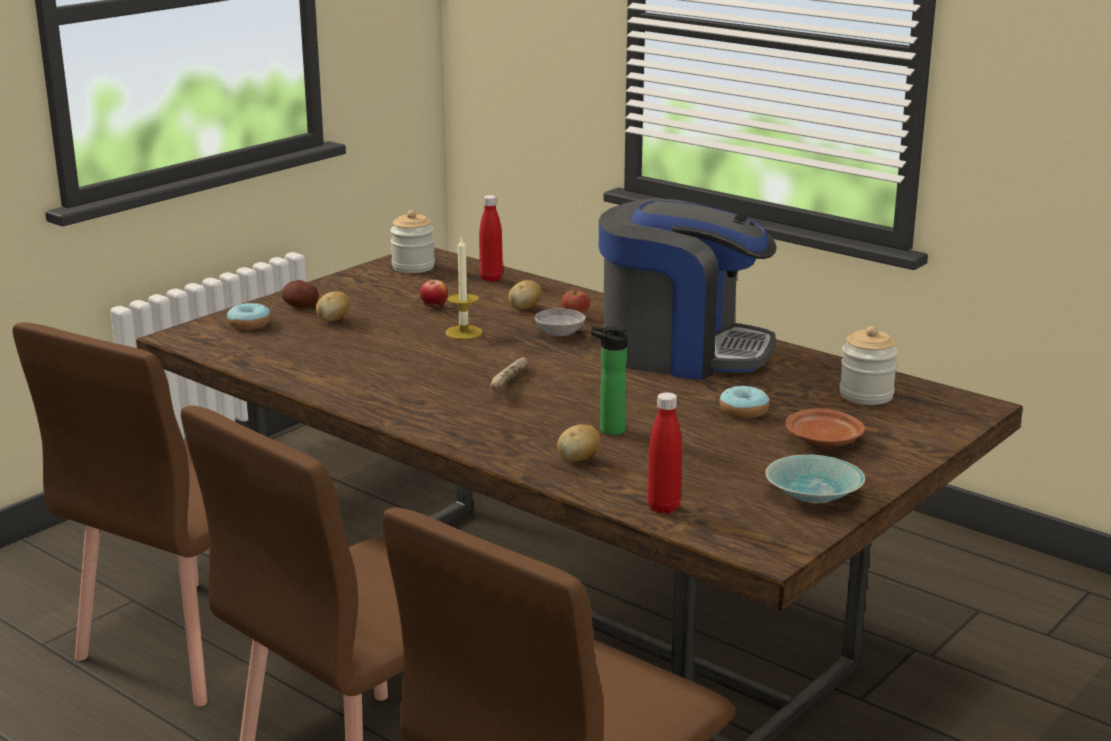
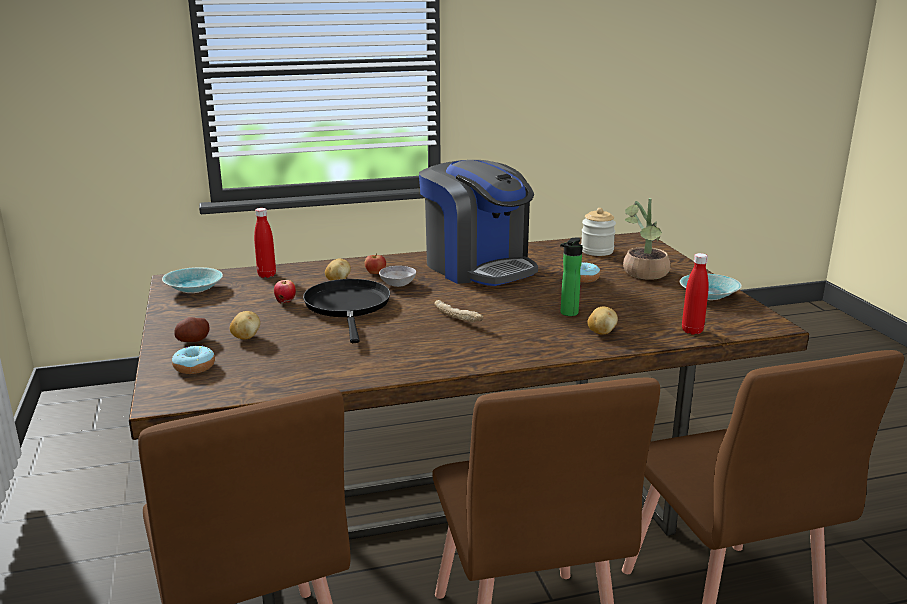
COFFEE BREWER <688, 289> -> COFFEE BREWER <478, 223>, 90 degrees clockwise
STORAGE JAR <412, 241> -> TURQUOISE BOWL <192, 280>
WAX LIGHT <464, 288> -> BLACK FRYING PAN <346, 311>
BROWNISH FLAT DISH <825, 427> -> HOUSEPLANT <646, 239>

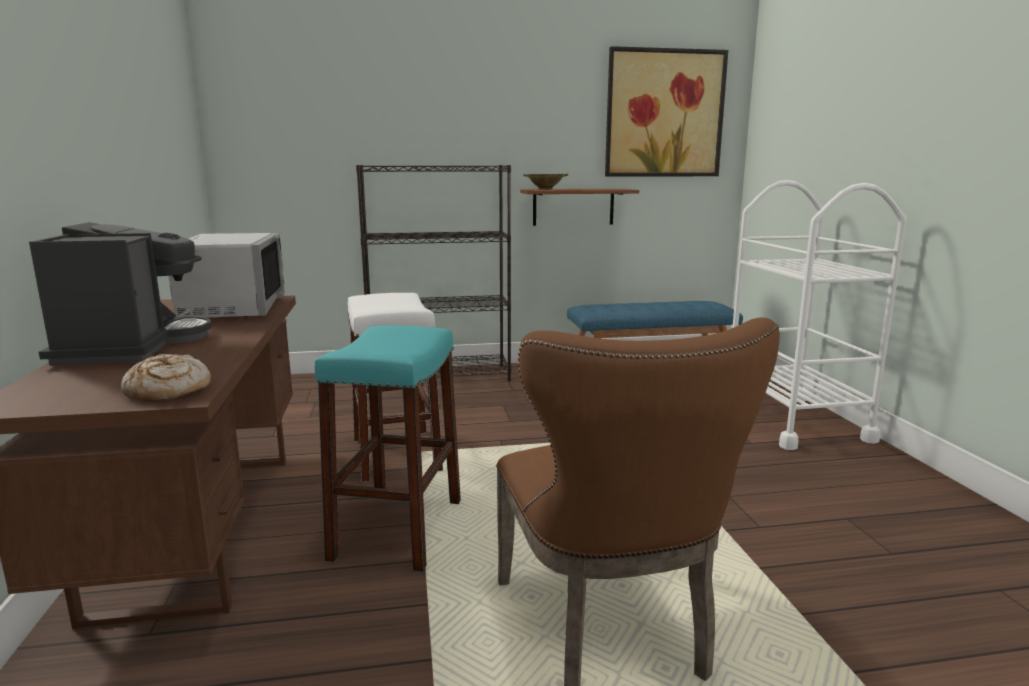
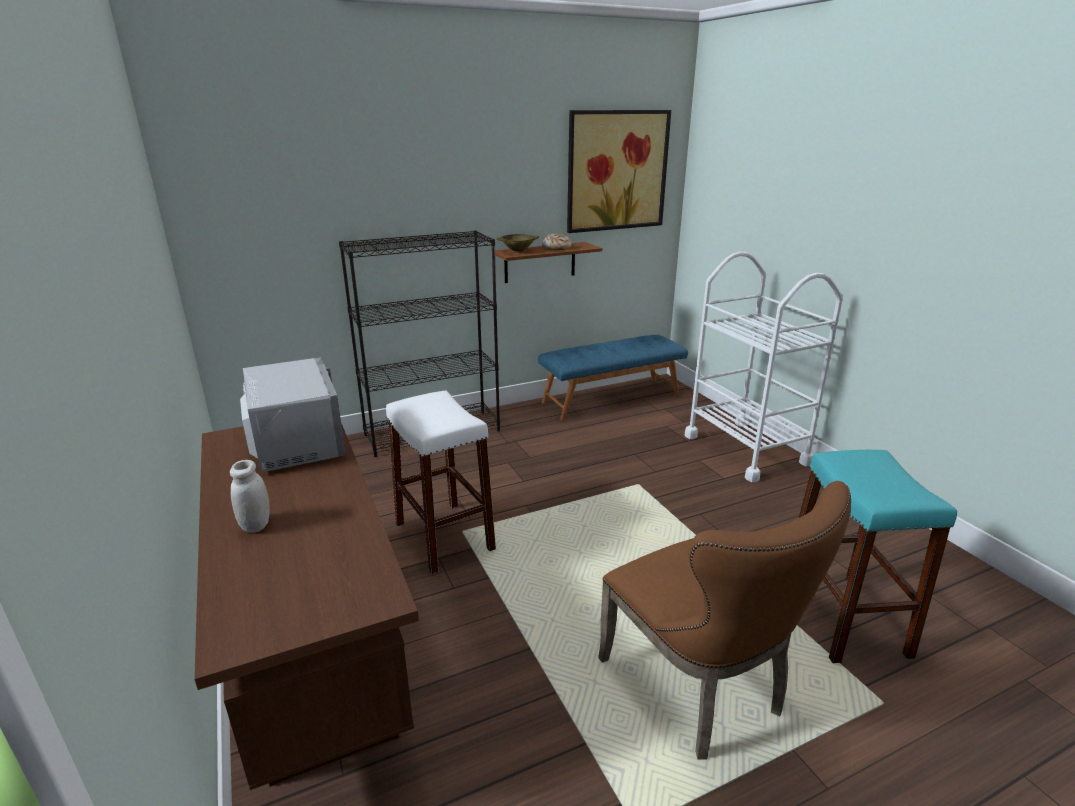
COFFEE BREWER <120, 294> -> WHITISH STORAGE JAR <250, 496>
TURQUOISE SITTING STOOL <388, 448> -> TURQUOISE SITTING STOOL <878, 557>, move
BAKED BREAD <166, 377> -> BAKED BREAD <557, 242>, move

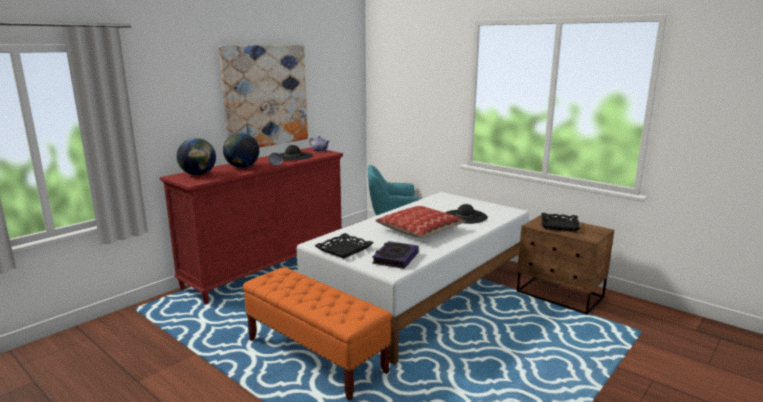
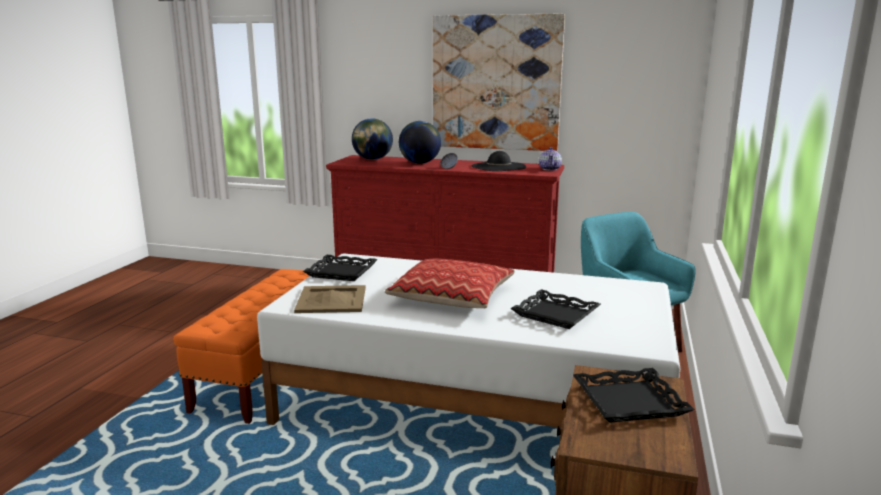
BLACK WEARABLE HAT <467, 214> -> BLACK CARRYING TRAY <555, 309>
BOUND BOOK <395, 255> -> BEIGE CARRYING TRAY <330, 299>

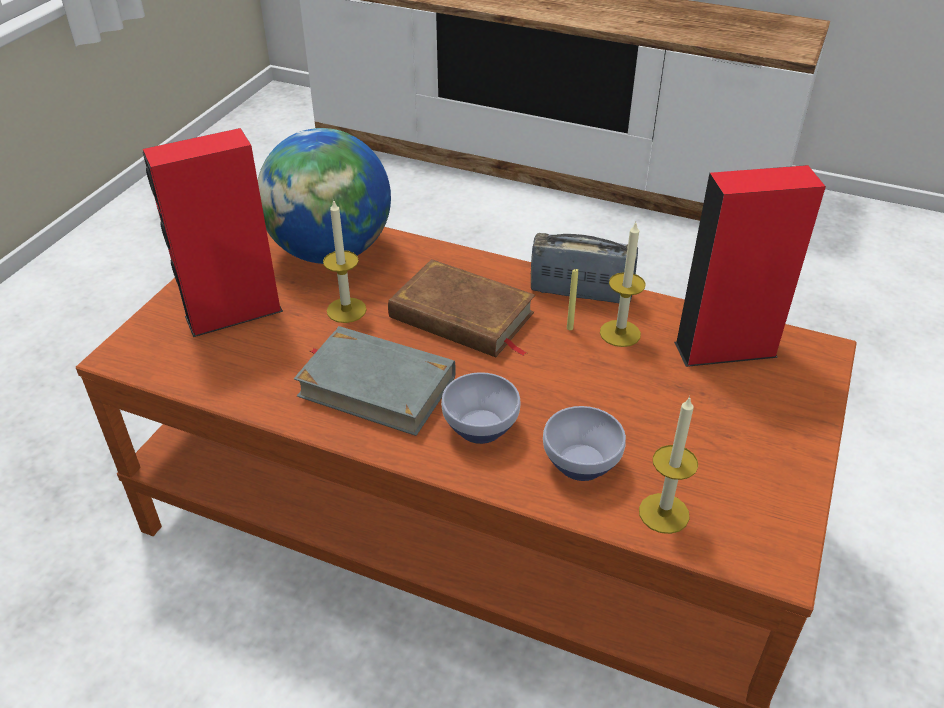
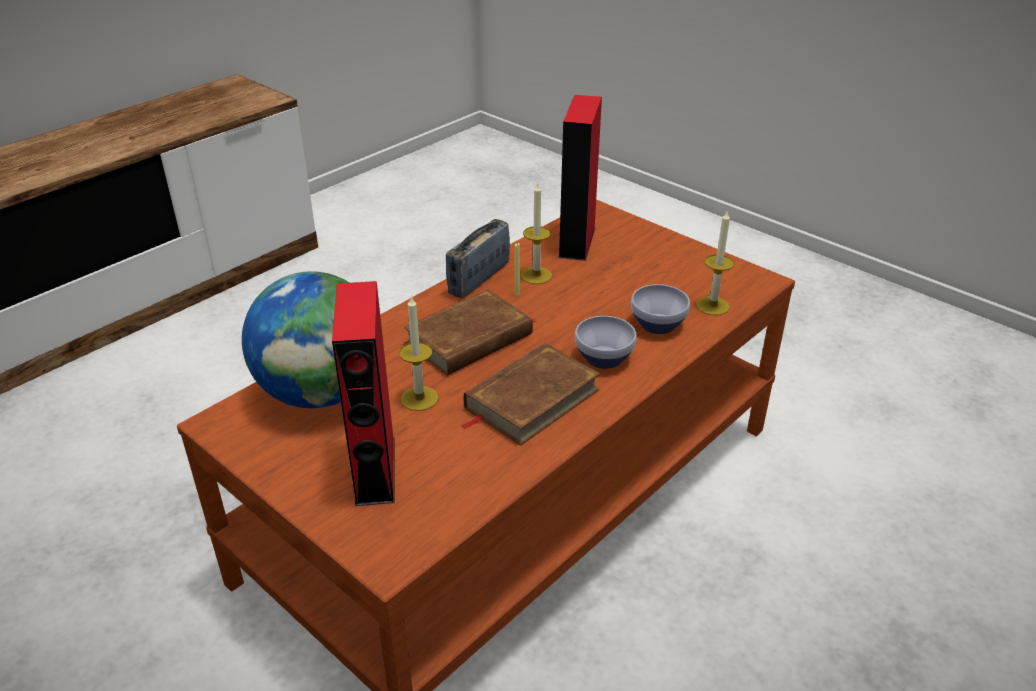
GREYISH BOUND BOOK <375, 381> -> BROWNISH BOUND BOOK <530, 394>

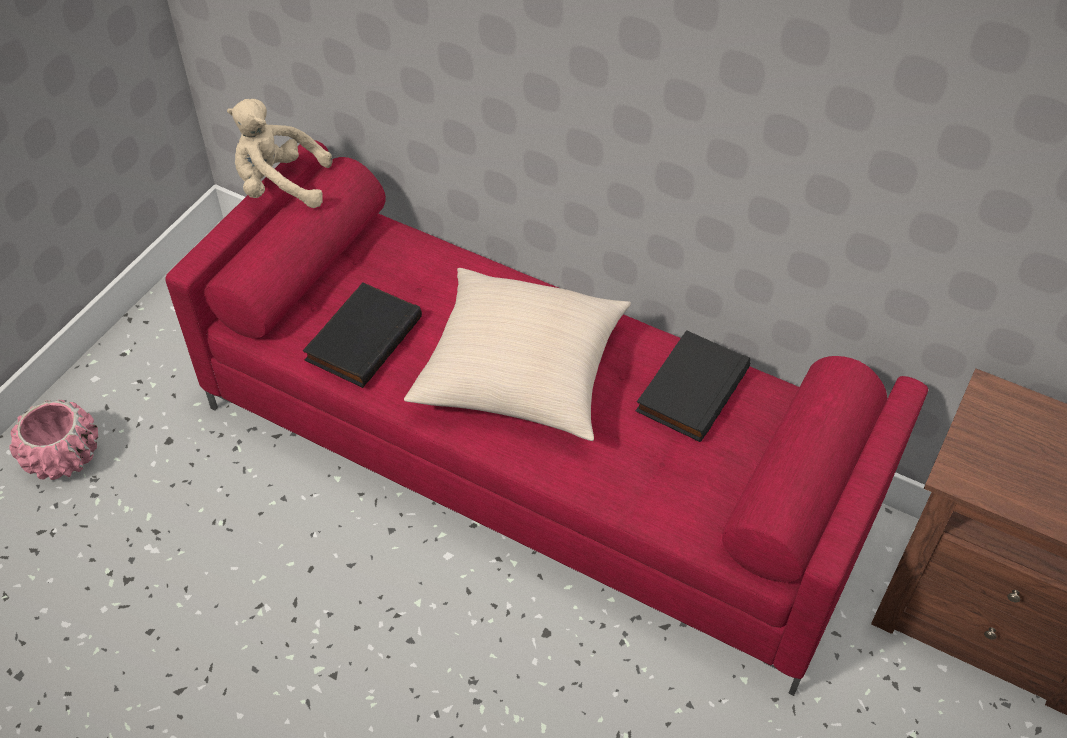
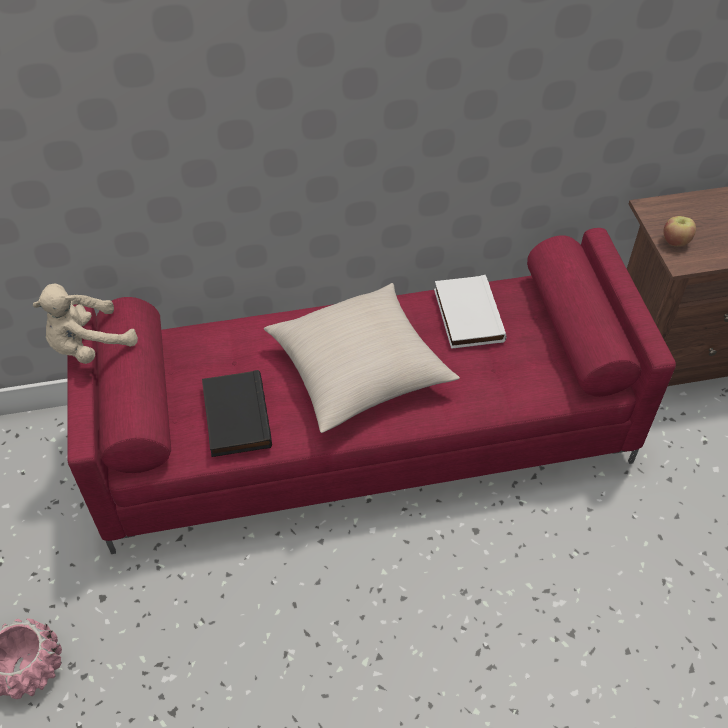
BLACK BOUND BOOK <693, 386> -> WHITISH BOUND BOOK <470, 312>
none -> APPLE FRUIT <679, 231>

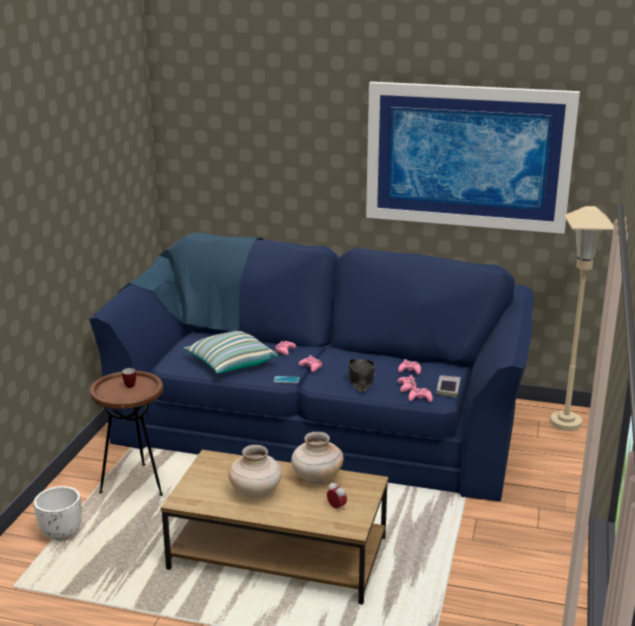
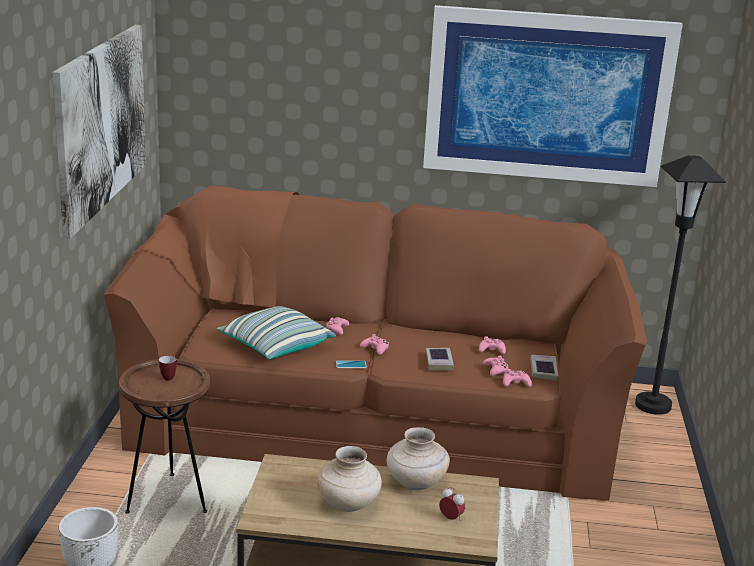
BEIGE FLOOR LAMP <582, 318> -> BLACK FLOOR LAMP <680, 285>
BLUE-COLOURED COUCH <311, 366> -> BROWNISH COUCH <375, 342>
BLACK WEARABLE HAT <362, 375> -> BOUND BOOK <440, 359>
none -> WALL PICTURE <99, 132>

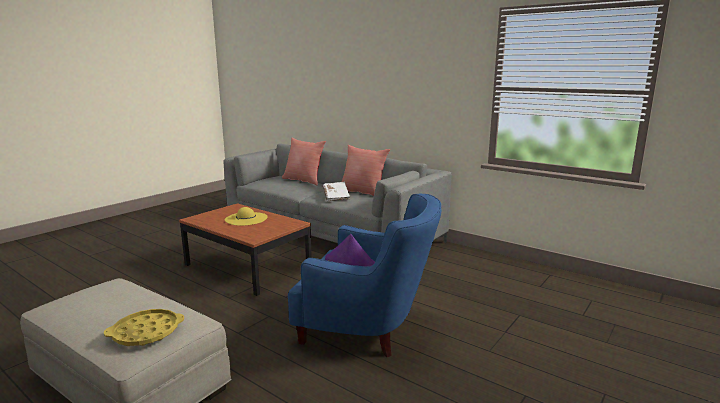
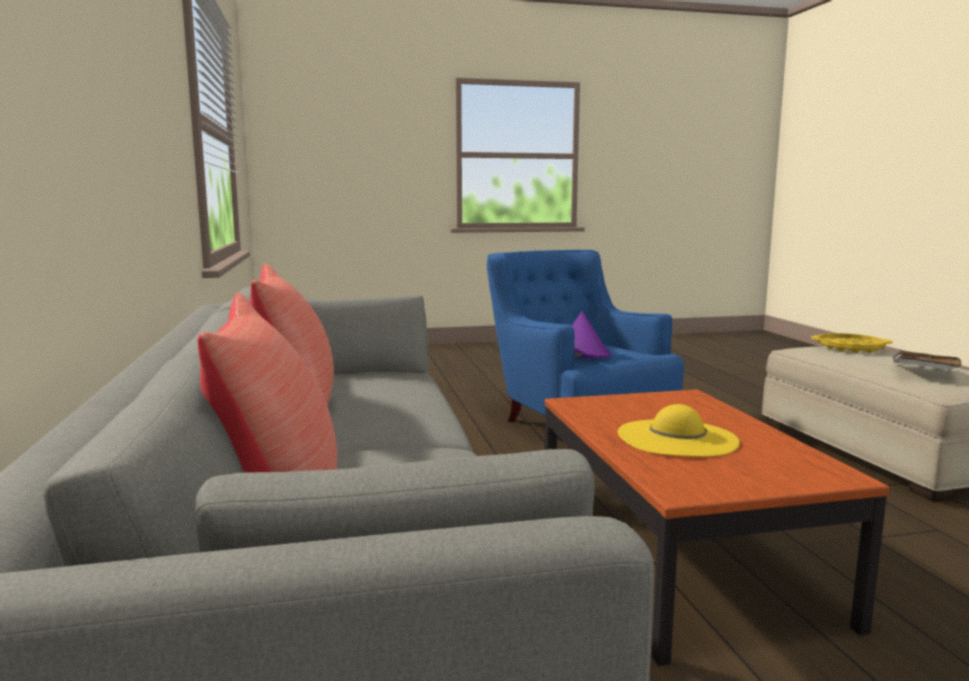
WHITISH BOUND BOOK <336, 191> -> WHITISH BOUND BOOK <926, 360>, move

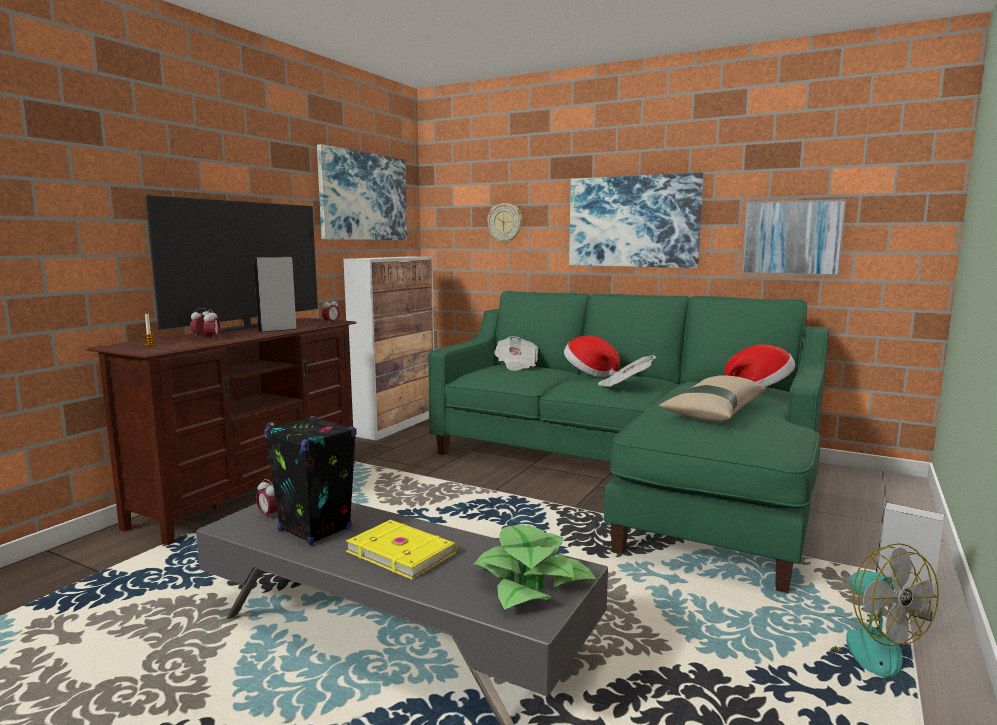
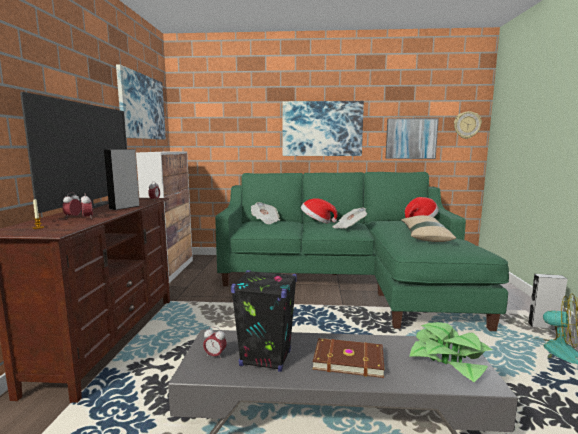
HANGING CLOCK <504, 223> -> HANGING CLOCK <468, 125>, move
YELLOW-COLOURED BOUND BOOK <401, 549> -> BROWNISH BOUND BOOK <348, 358>

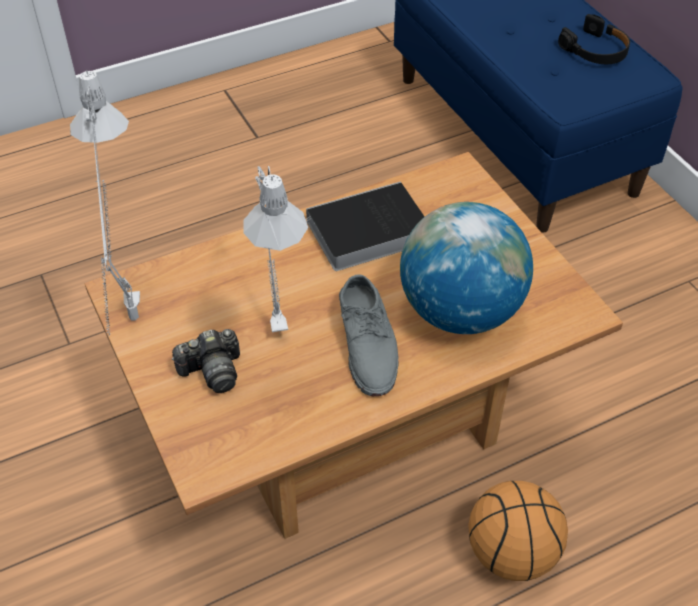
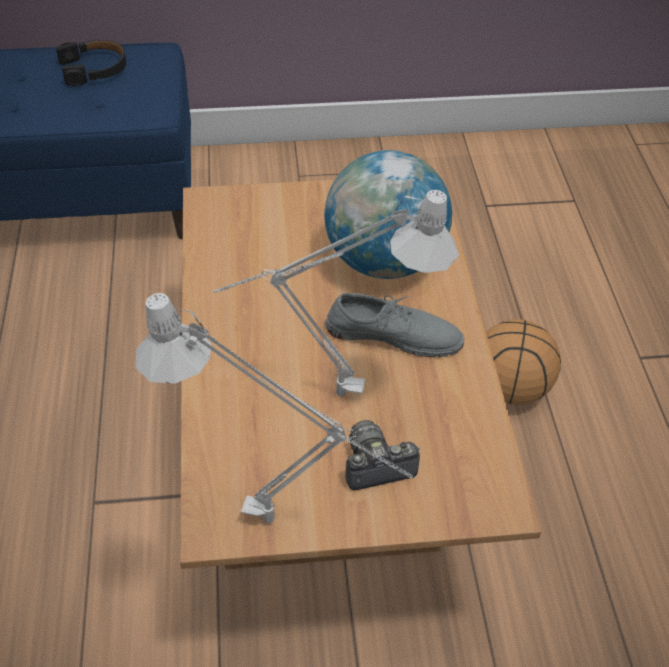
BOUND BOOK <365, 226> -> none
STILL CAMERA <205, 361> -> STILL CAMERA <383, 455>, 105 degrees counterclockwise

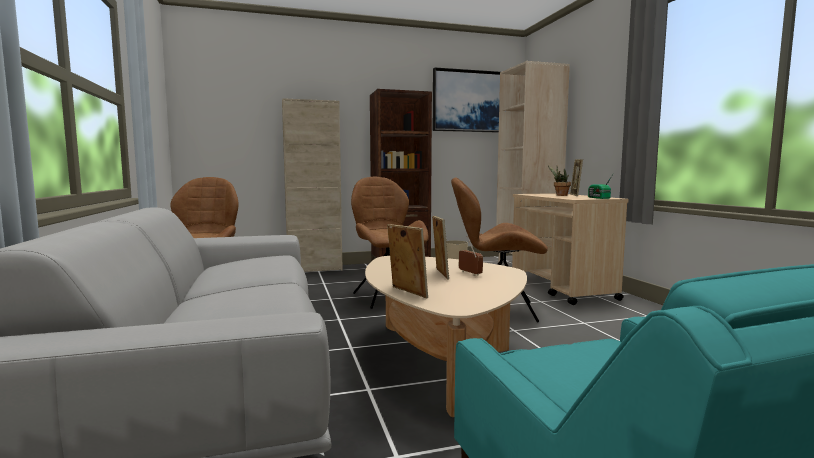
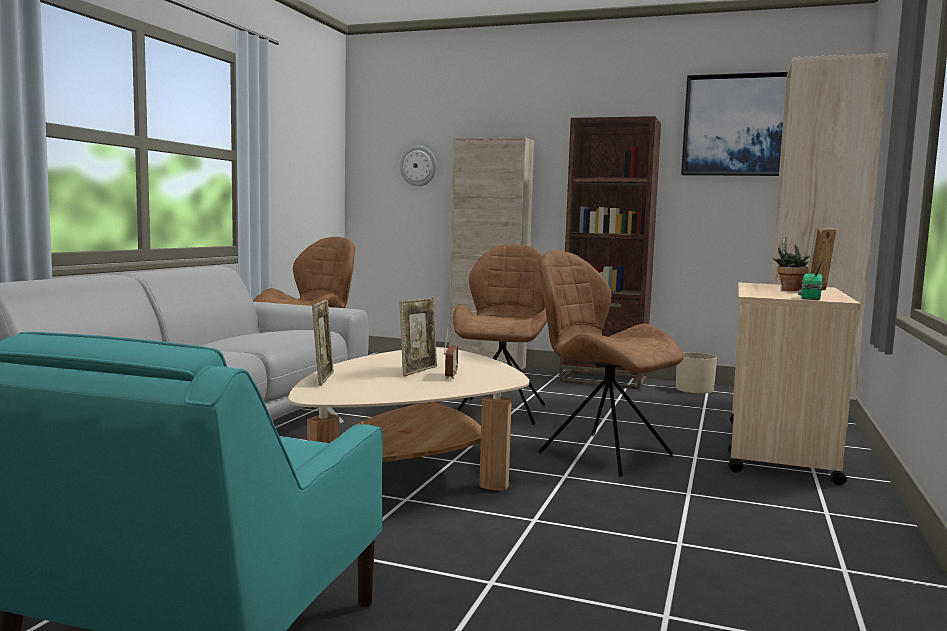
none -> HANGING CLOCK <418, 166>

